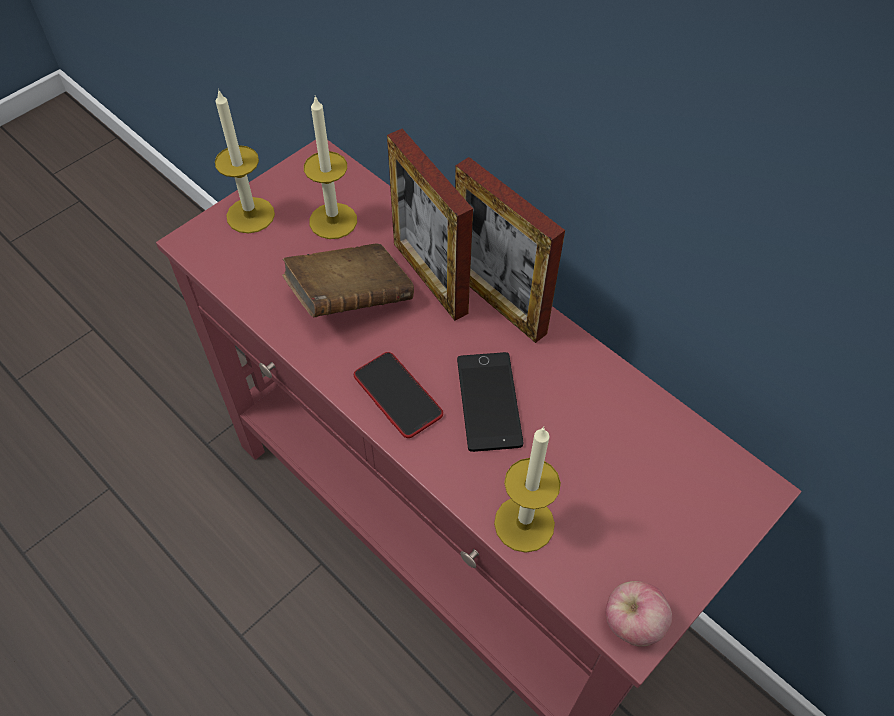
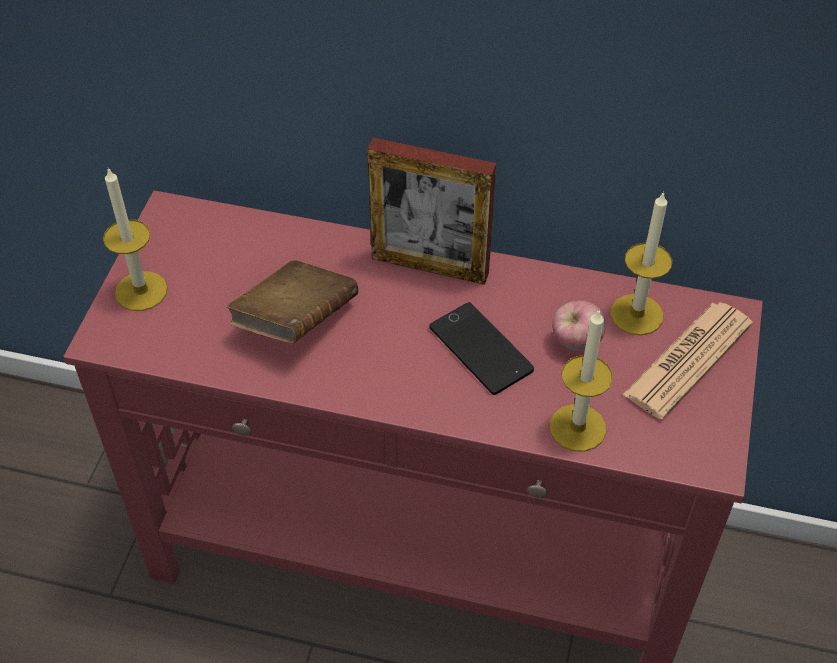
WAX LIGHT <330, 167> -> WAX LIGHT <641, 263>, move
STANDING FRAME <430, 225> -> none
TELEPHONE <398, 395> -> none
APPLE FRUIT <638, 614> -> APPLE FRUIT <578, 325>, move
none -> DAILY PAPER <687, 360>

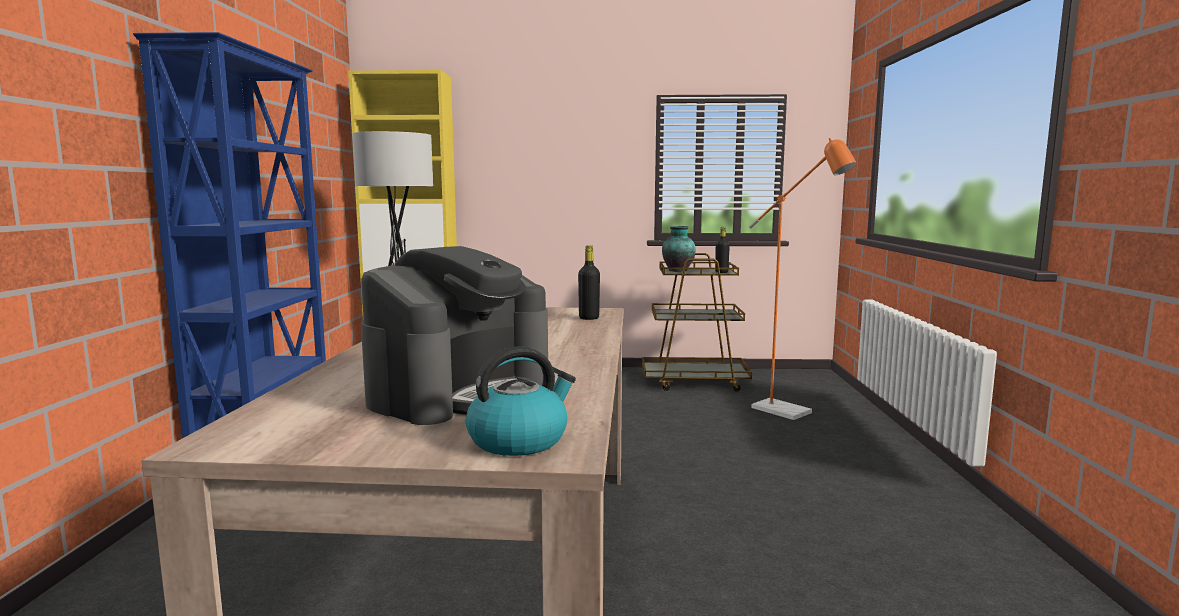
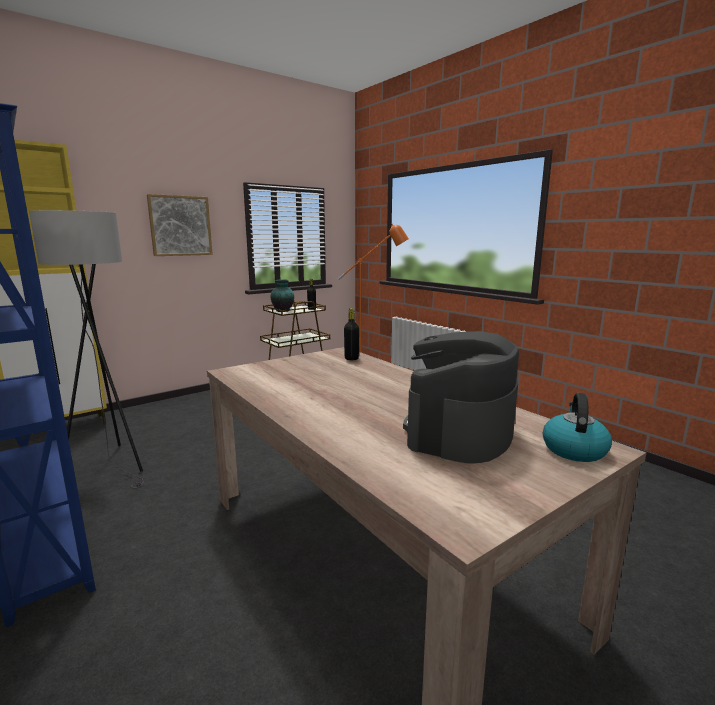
COFFEE BREWER <454, 335> -> COFFEE BREWER <461, 397>, 150 degrees counterclockwise
none -> WALL PICTURE <180, 225>

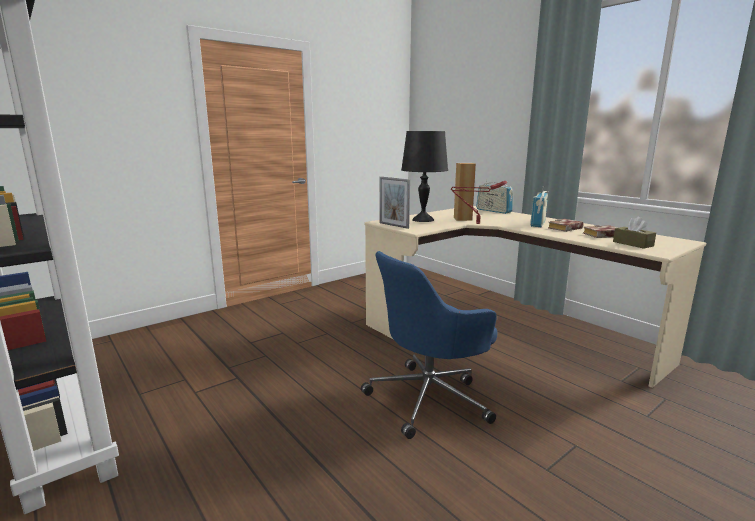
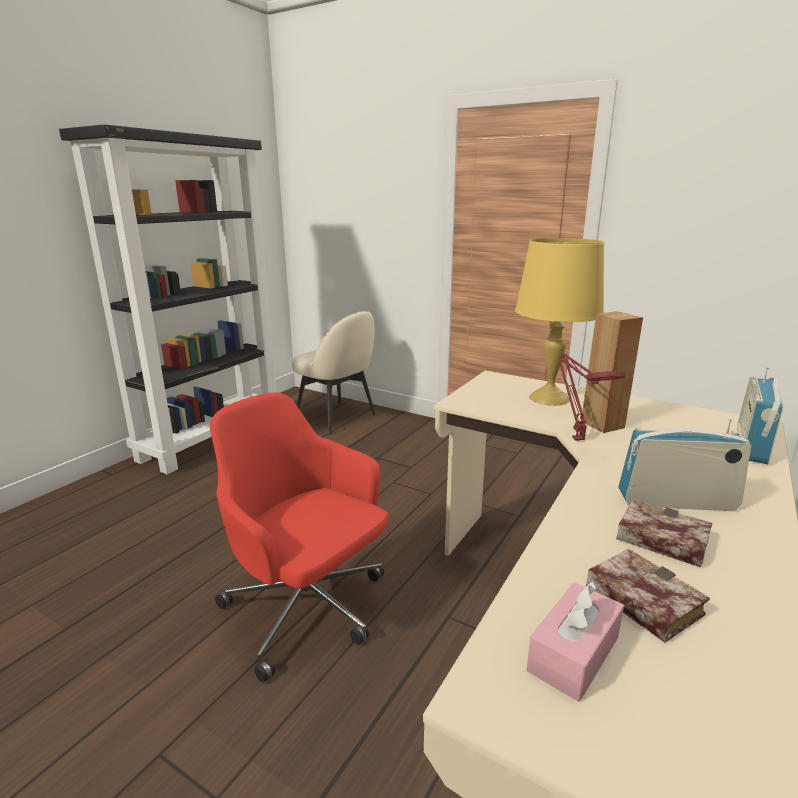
BLACK TABLETOP LAMP <424, 176> -> YELLOW-COLOURED TABLETOP LAMP <559, 322>
STANDING FRAME <395, 203> -> none
BROWNISH TISSUE BOX <634, 233> -> PINK TISSUE BOX <575, 641>
BLUE-COLOURED OFFICE CHAIR <429, 345> -> RED OFFICE CHAIR <299, 537>
none -> BEIGE UPRIGHT CHAIR <334, 373>

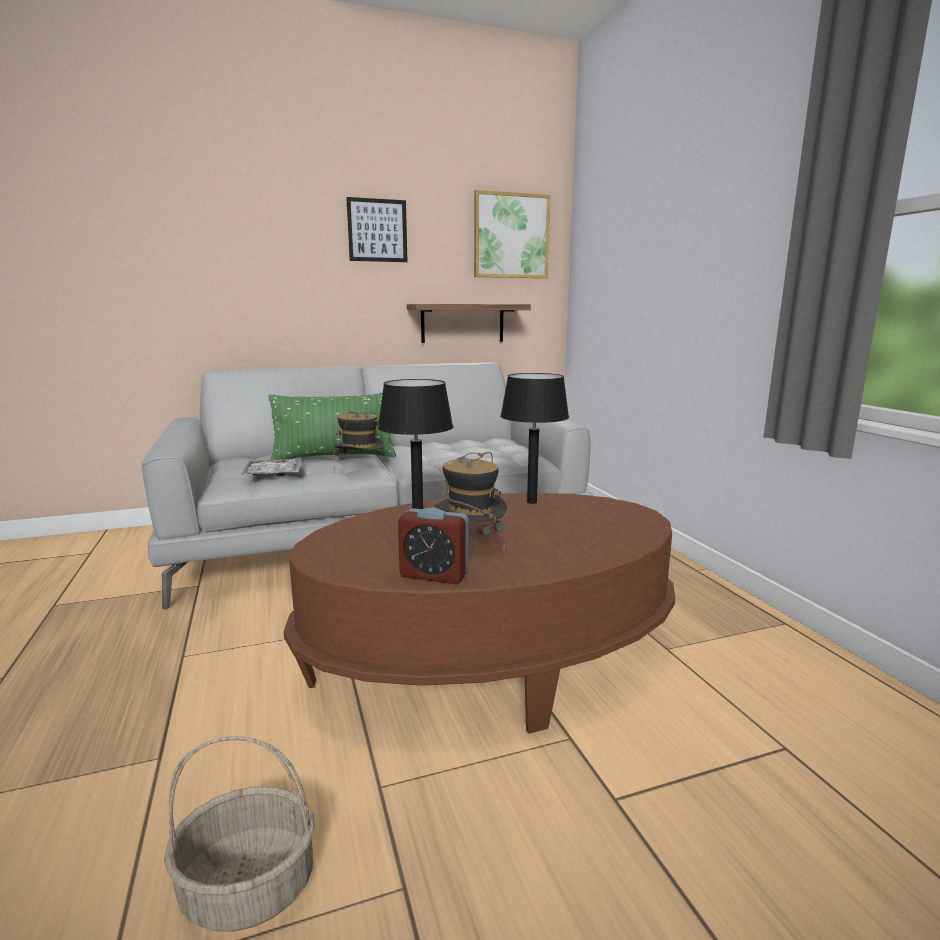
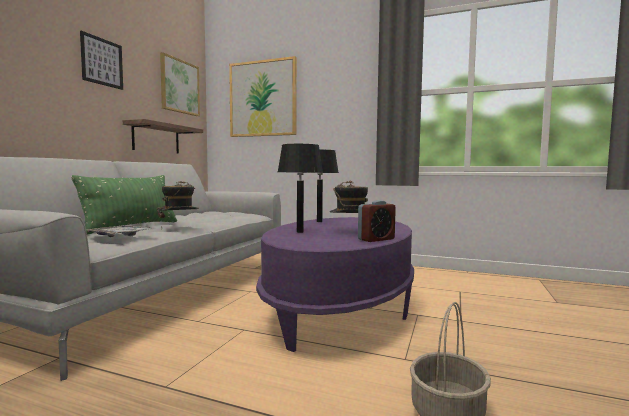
BROWNISH COFFEE TABLE <479, 613> -> PURPLISH COFFEE TABLE <335, 284>
none -> WALL PICTURE <263, 96>

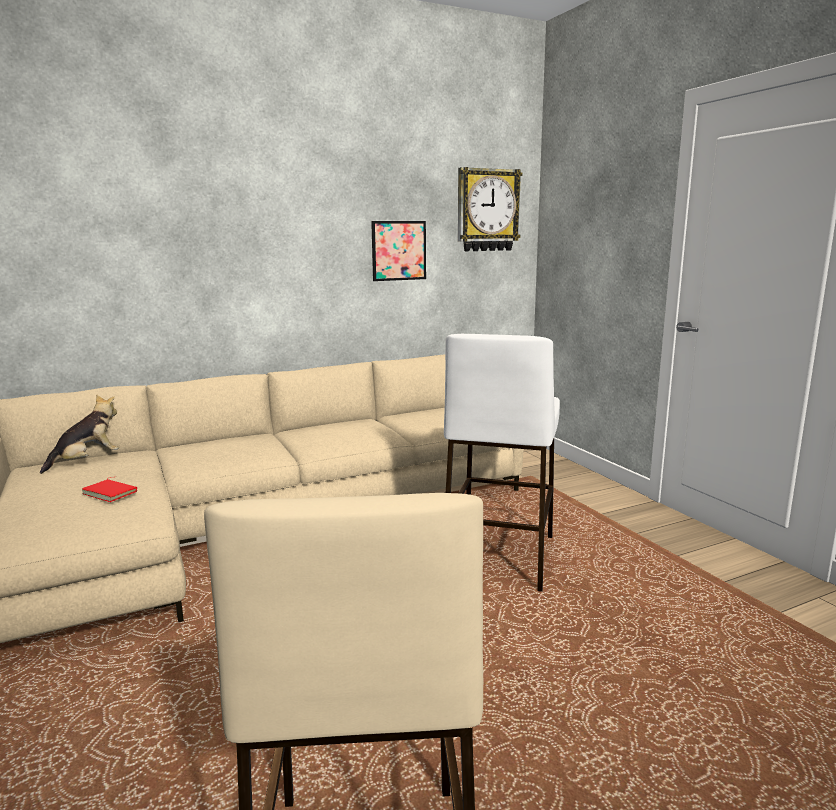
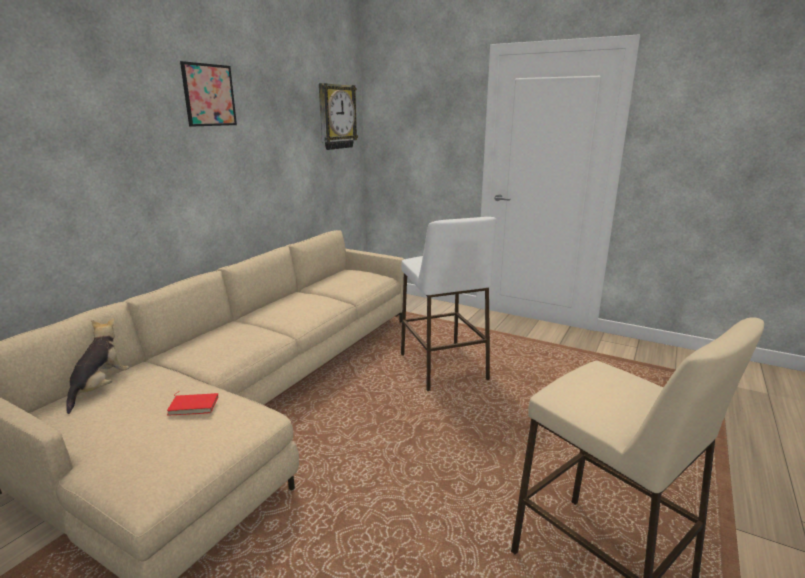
WALL PICTURE <398, 251> -> WALL PICTURE <208, 94>, move

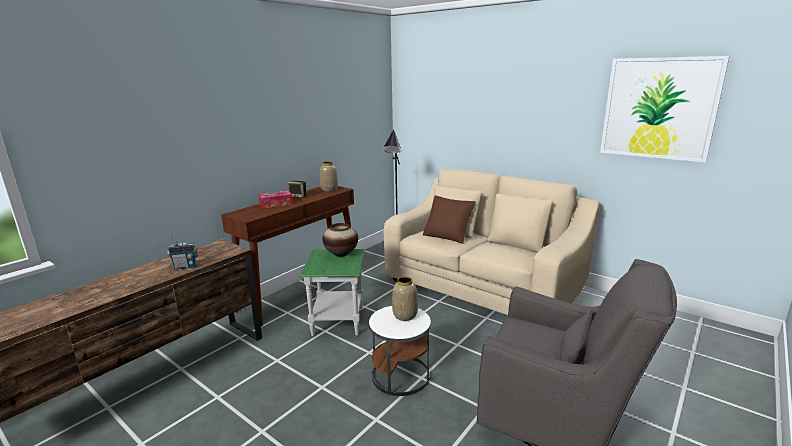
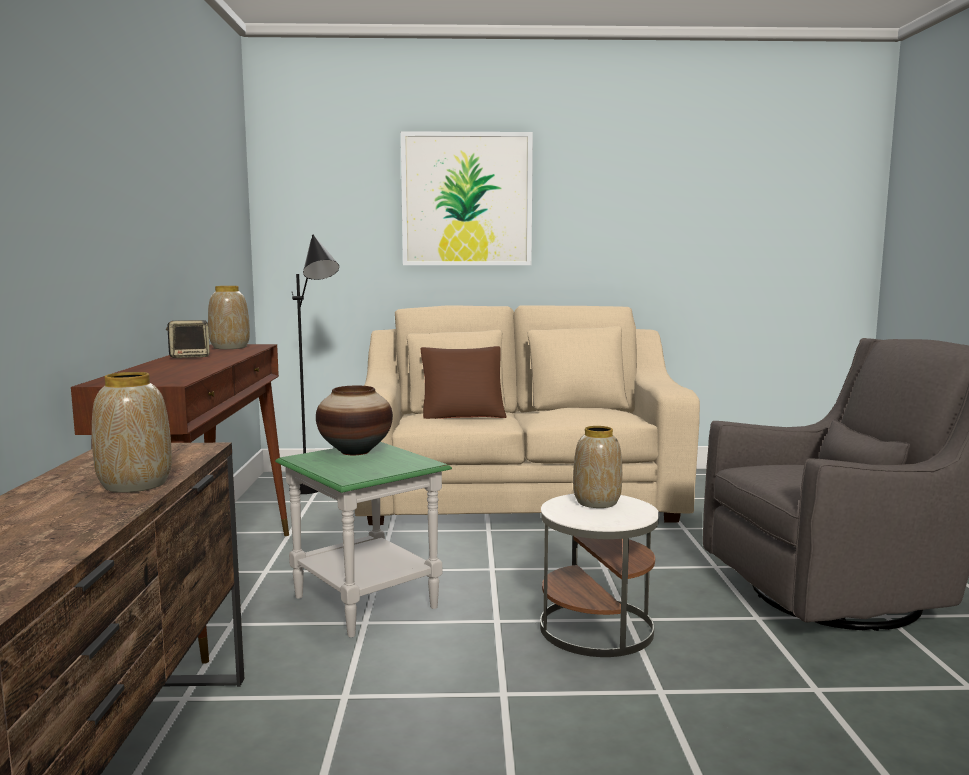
WALL PICTURE <664, 109> -> WALL PICTURE <467, 198>, move
TISSUE BOX <275, 199> -> none
RADIO SET <182, 251> -> FLOWER VASE <132, 432>

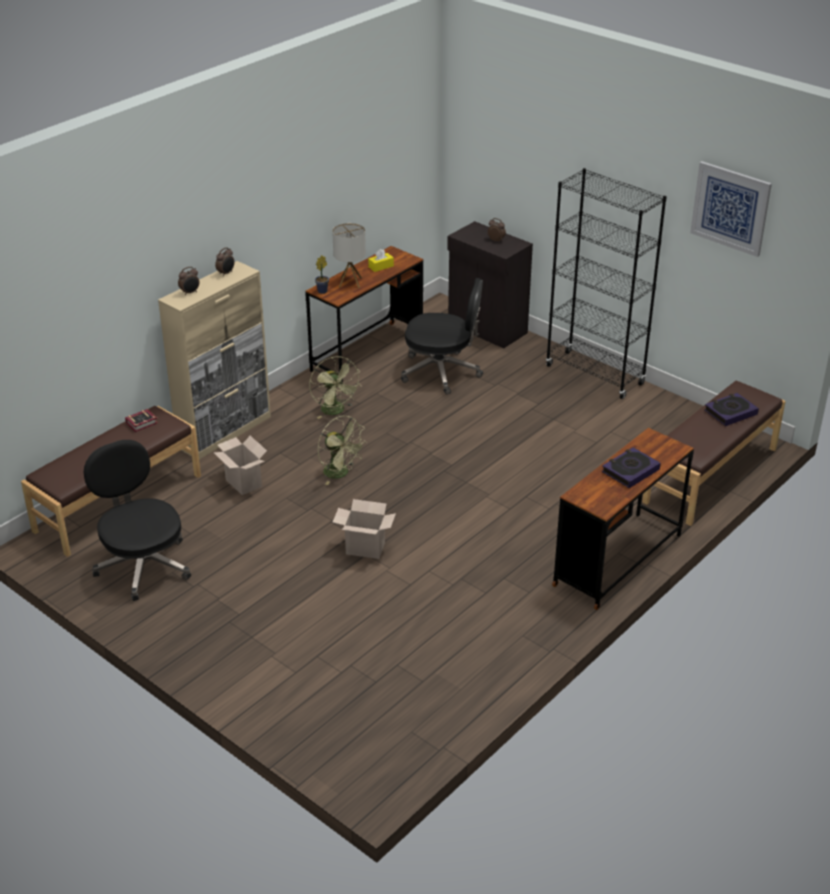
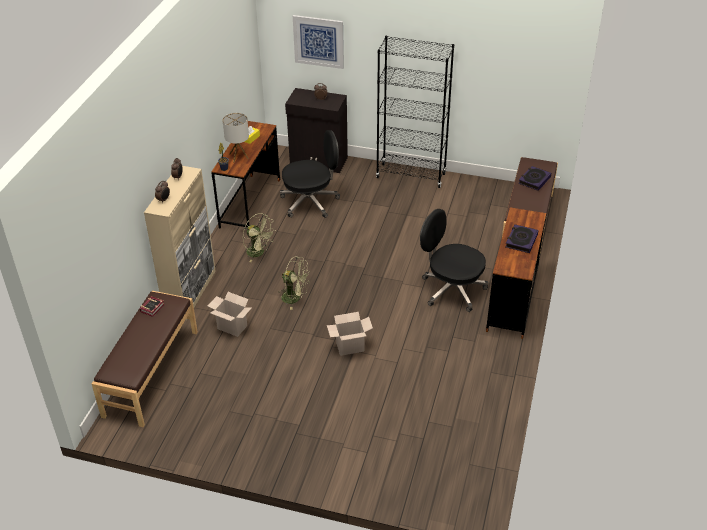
WALL PICTURE <731, 209> -> WALL PICTURE <318, 42>, move
BLACK OFFICE CHAIR <137, 520> -> BLACK OFFICE CHAIR <454, 260>, move

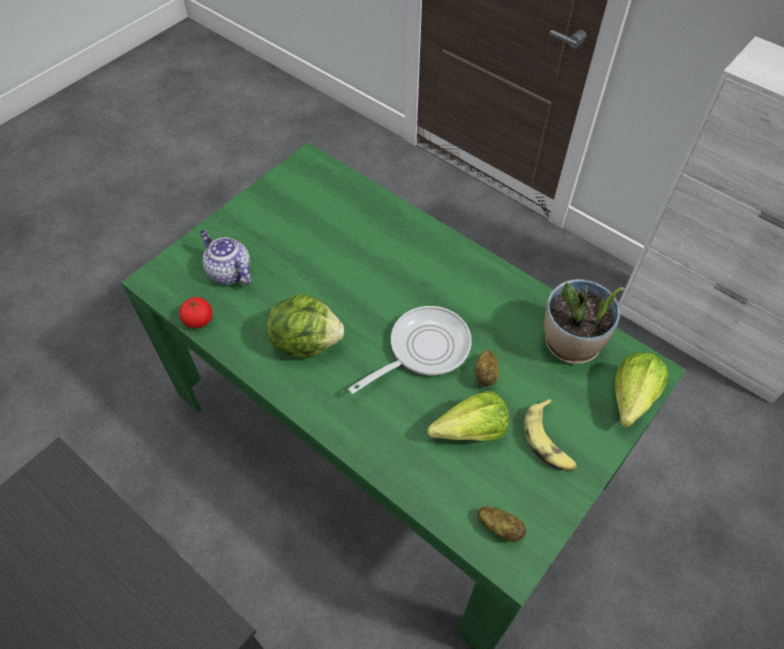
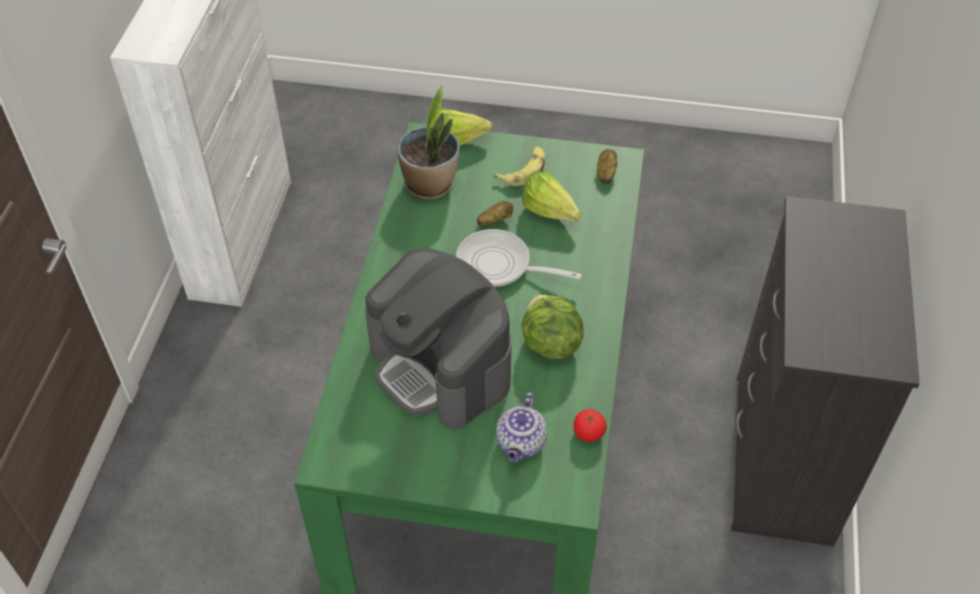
none -> COFFEE BREWER <438, 339>

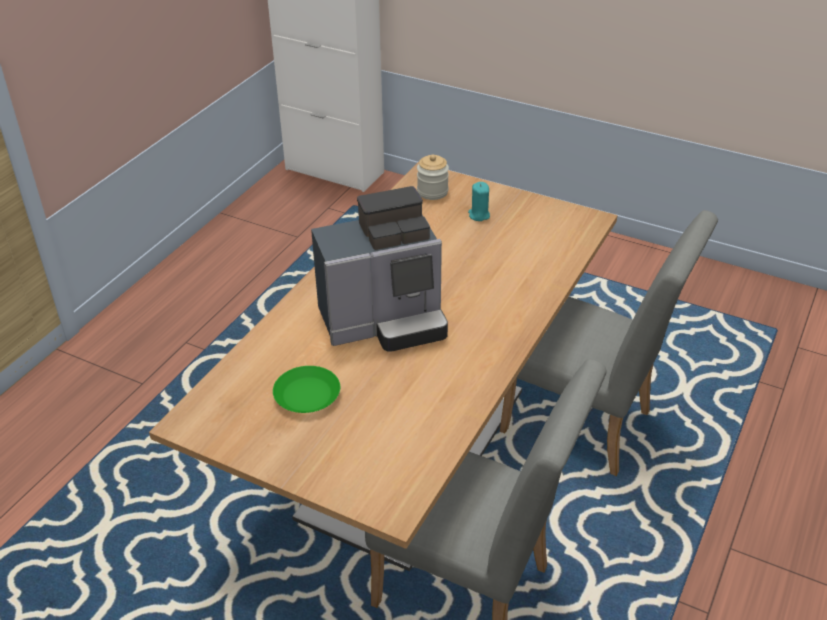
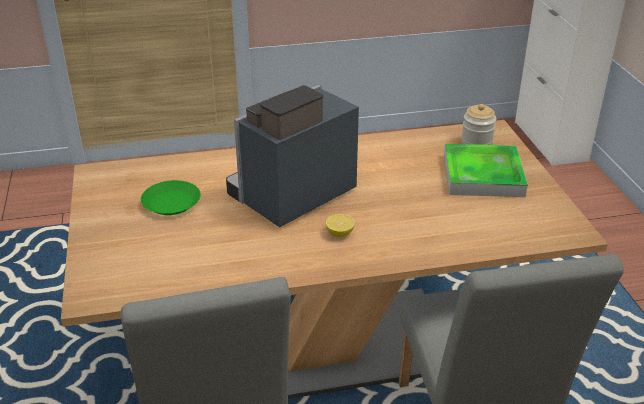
TURQUOISE WAX LIGHT <479, 201> -> CARRYING TRAY <486, 170>
COFFEE BREWER <379, 269> -> COFFEE BREWER <292, 156>, 105 degrees clockwise
none -> CITRUS FRUIT <340, 225>

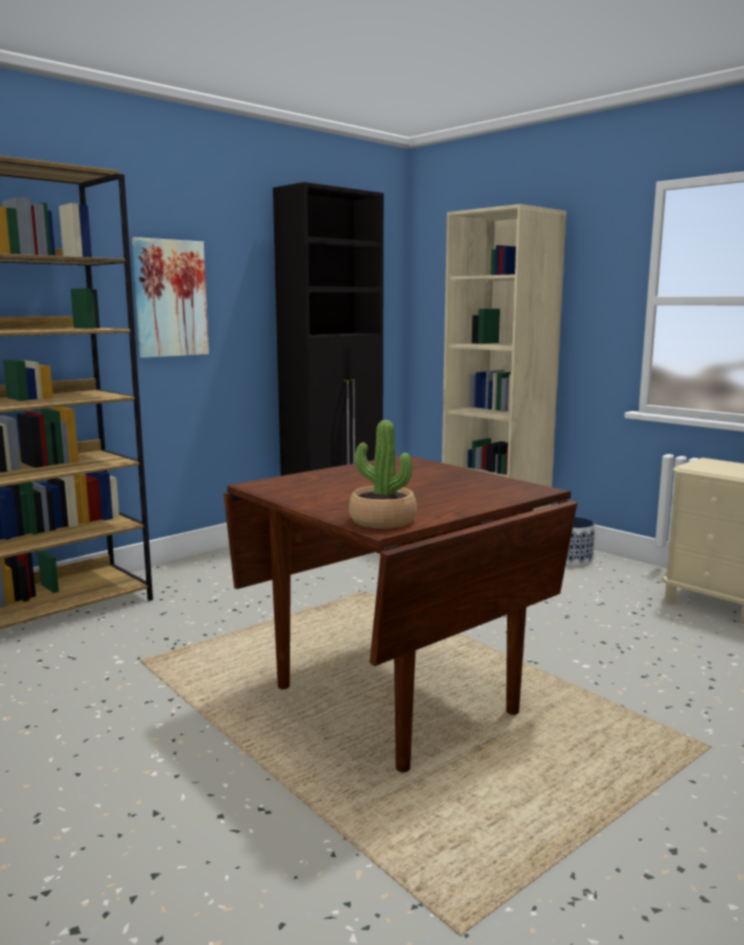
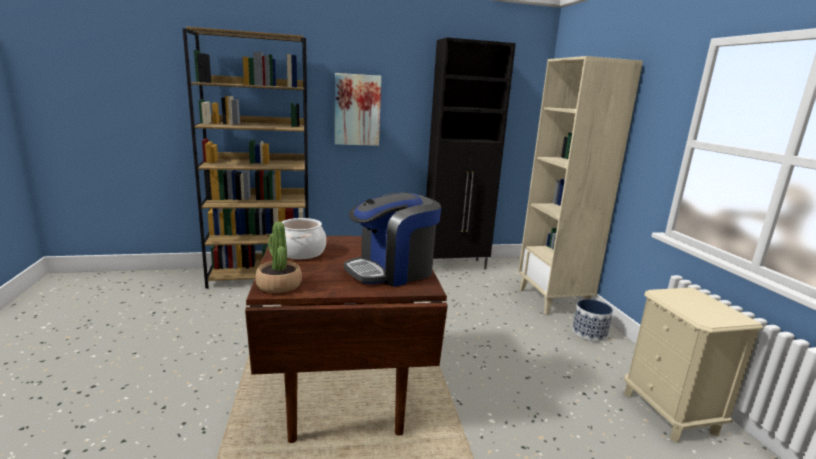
none -> COFFEE BREWER <392, 240>
none -> SAUCEPOT <304, 238>

